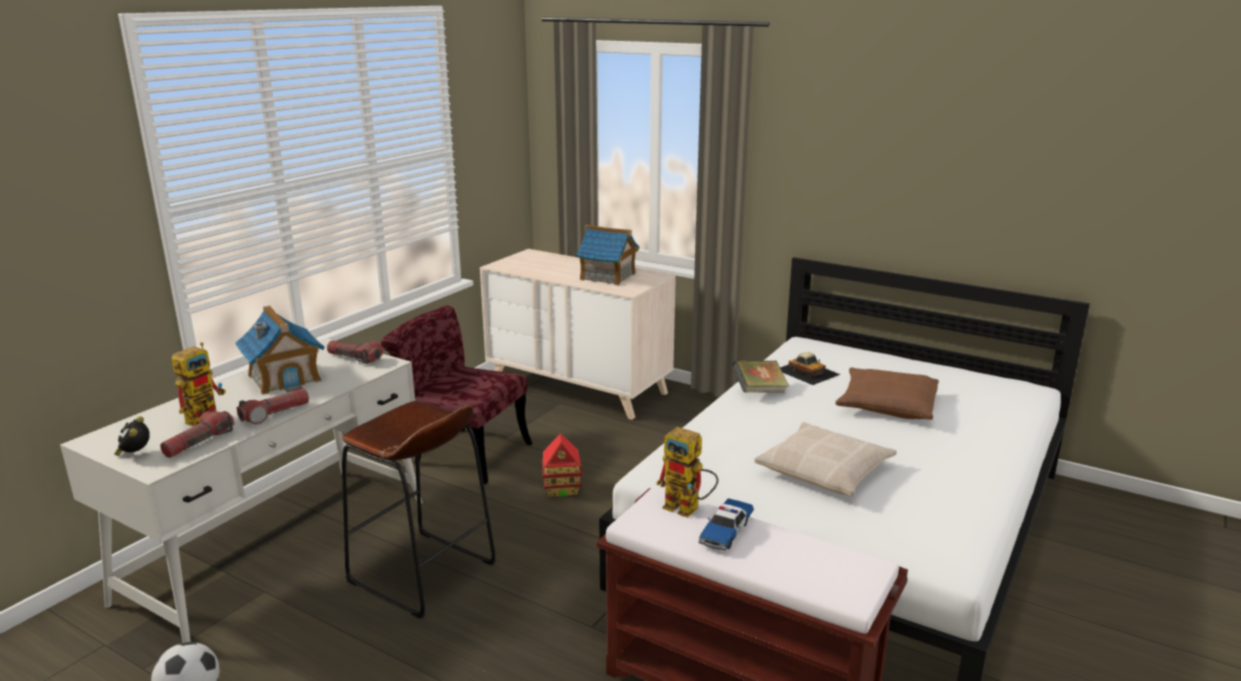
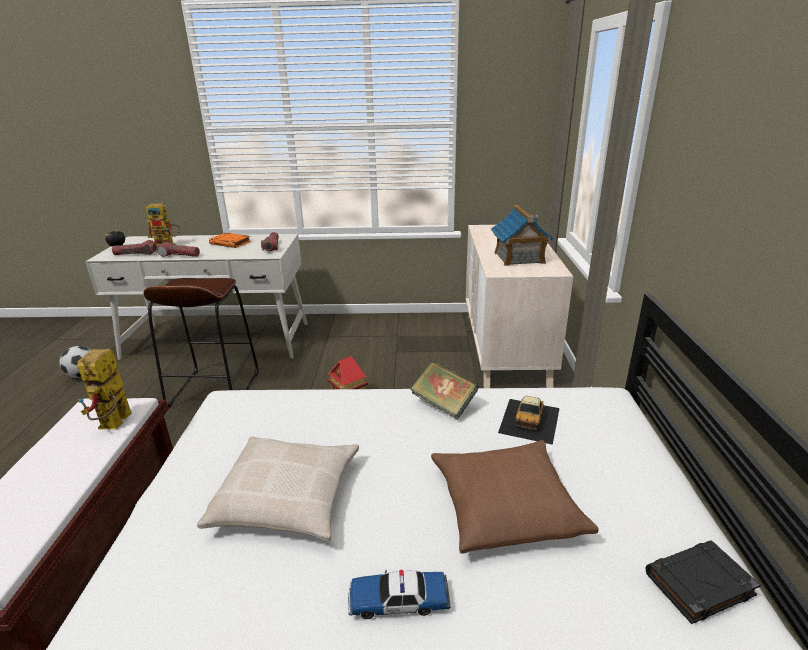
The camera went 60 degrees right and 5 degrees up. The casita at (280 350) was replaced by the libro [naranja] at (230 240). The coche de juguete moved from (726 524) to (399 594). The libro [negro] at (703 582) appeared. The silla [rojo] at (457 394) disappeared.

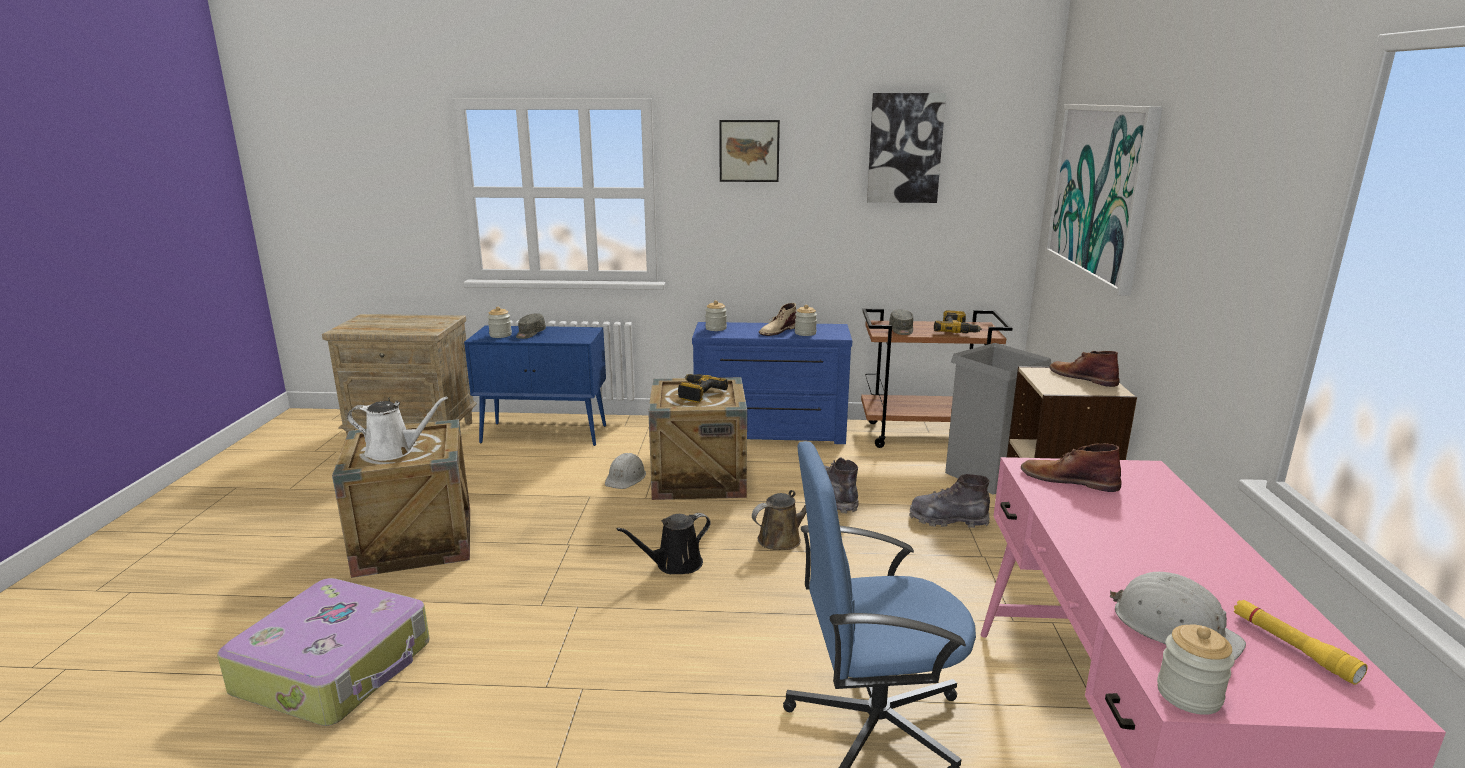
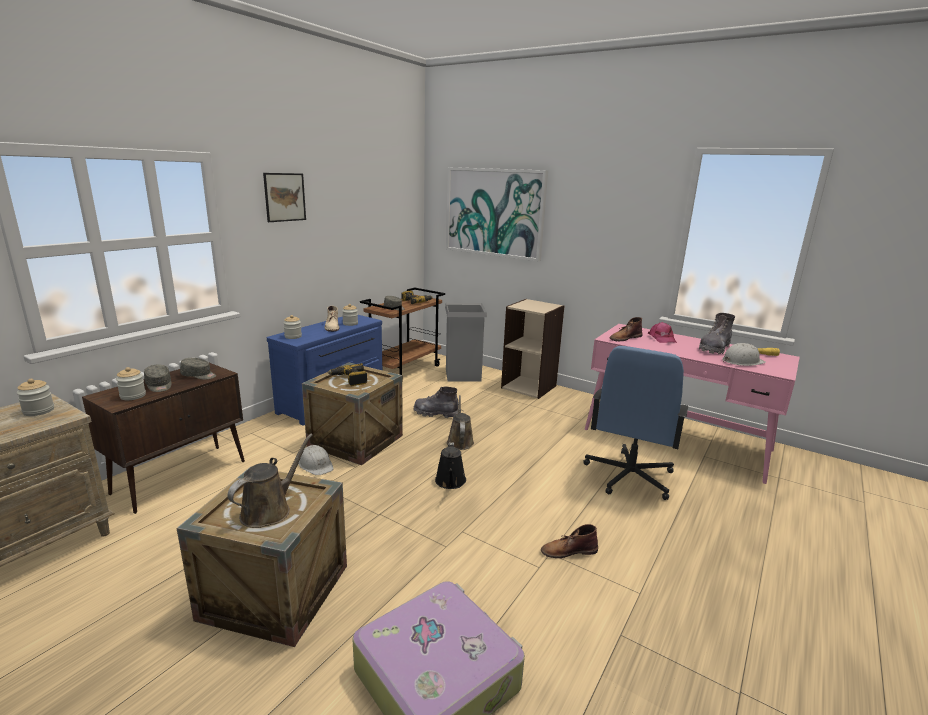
The camera went 60 degrees left and 0 degrees up. The tarro moved from (1196 669) to (35 397). The armario [azul] at (535 386) became the armario [marrón] at (163 438). The gorra [gris] at (198 369) appeared. The regadera [blanco] at (397 428) became the regadera [marrón] at (270 481). The bota [marrón] moved from (1084 369) to (569 541). The gorra [rosa] at (662 332) appeared. The bota [gris] moved from (949 501) to (717 333). The cuadro at (906 148) disappeared.

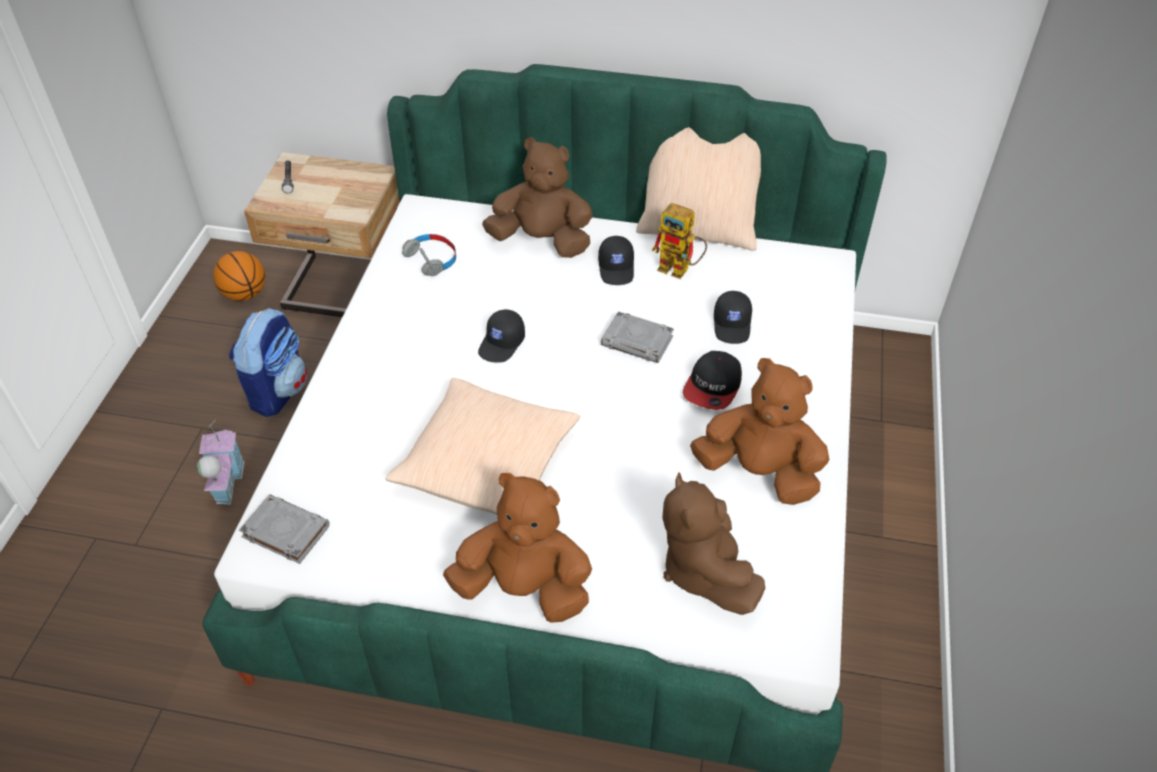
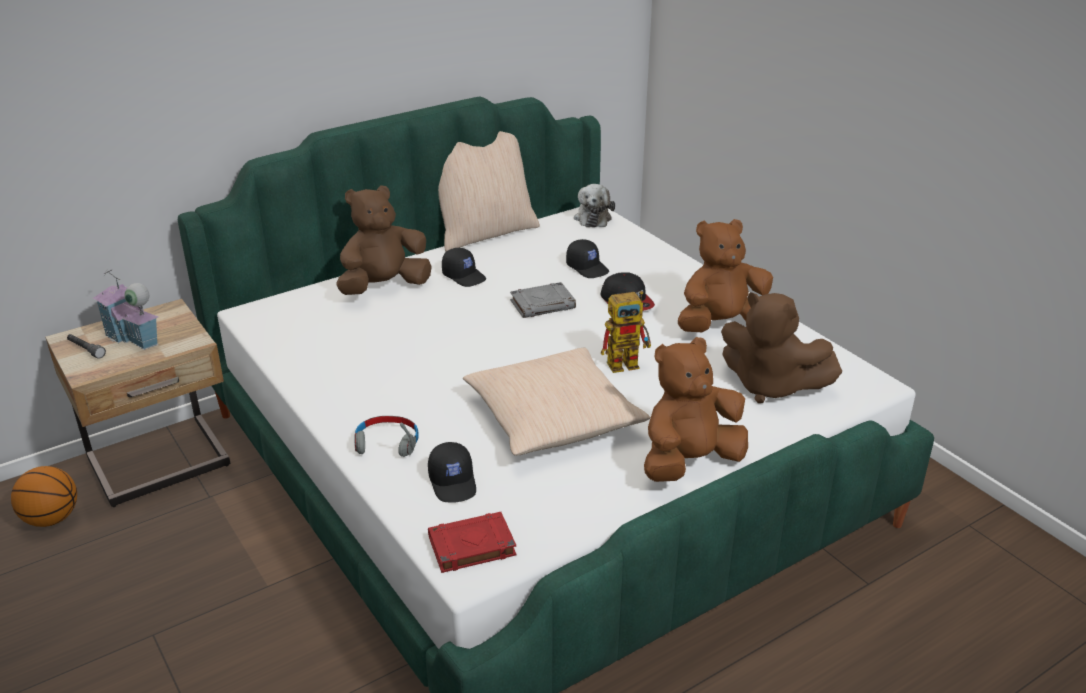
The camera went 45 degrees left and 15 degrees down. The casita moved from (220 463) to (125 309). The auriculares [gris] moved from (429 255) to (386 436). The gorra [negro] moved from (501 336) to (452 472). The libro [gris] at (284 529) became the libro [rojo] at (472 542). The peluche at (594 205) appeared. The robot de juguete moved from (679 241) to (626 332). The mochila at (268 362) disappeared.

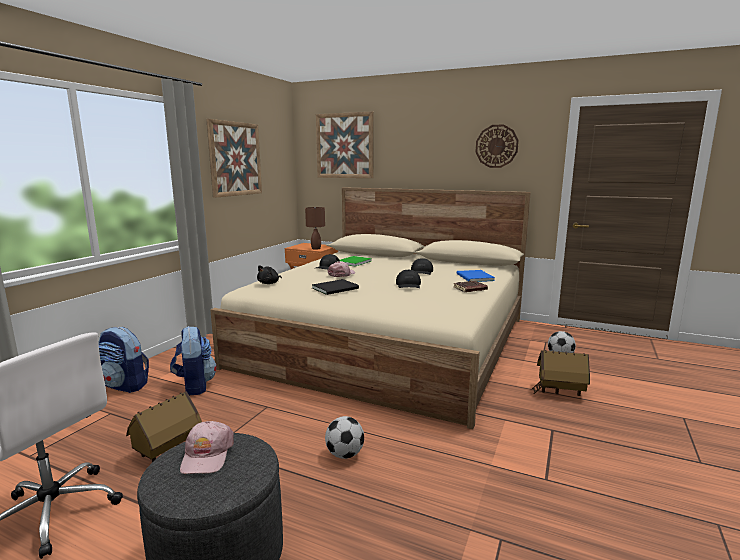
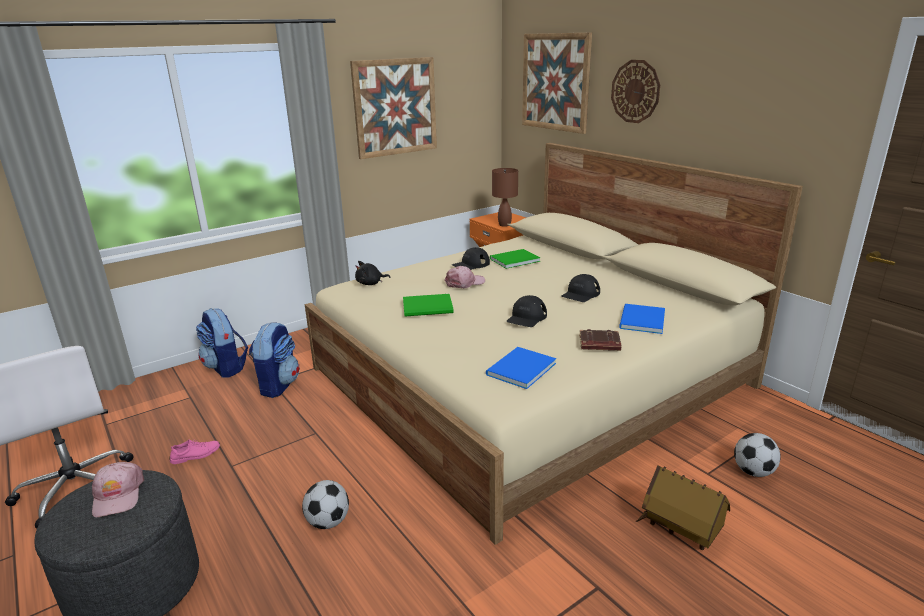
The camera went 30 degrees right and 10 degrees up. The gorra [rosa] at (207 447) turned 45 degrees counterclockwise. The casita at (164 426) was replaced by the zapato [rosa] at (194 452). The libro [negro] at (335 287) became the libro [verde] at (428 305). The libro [azul] at (521 368) appeared. The reloj de pared moved from (497 146) to (635 91).

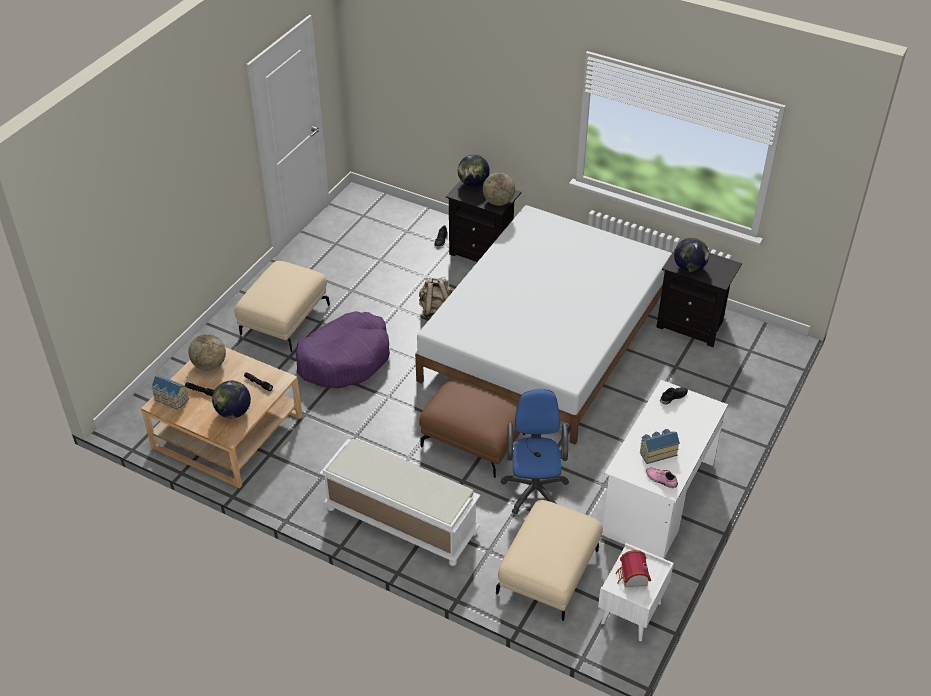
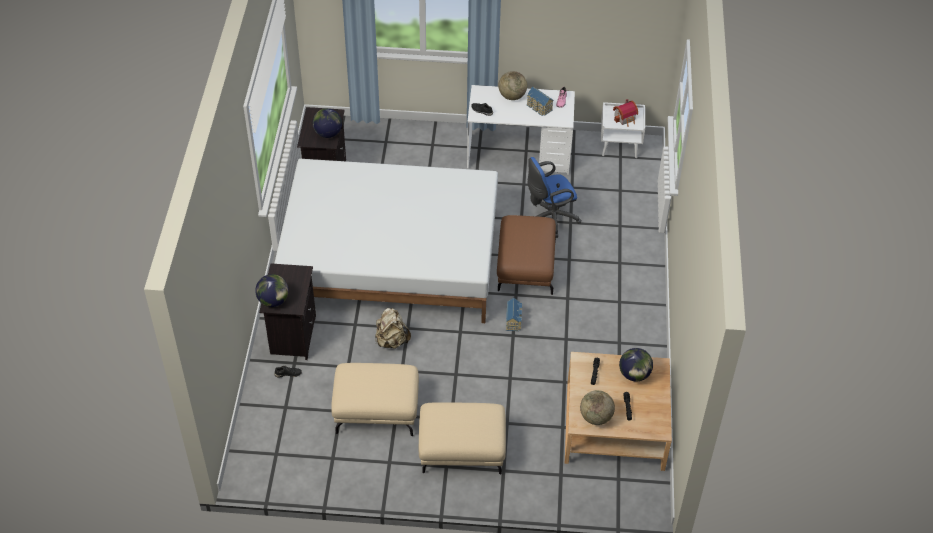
The camera went 115 degrees left and 5 degrees up. The puf [beis] moved from (549 560) to (375 399). The globo terráqueo moved from (499 189) to (512 85). The casita moved from (170 392) to (514 314). The cama para perro [morado] at (343 349) disappeared. The banco [blanco] at (400 502) disappeared.

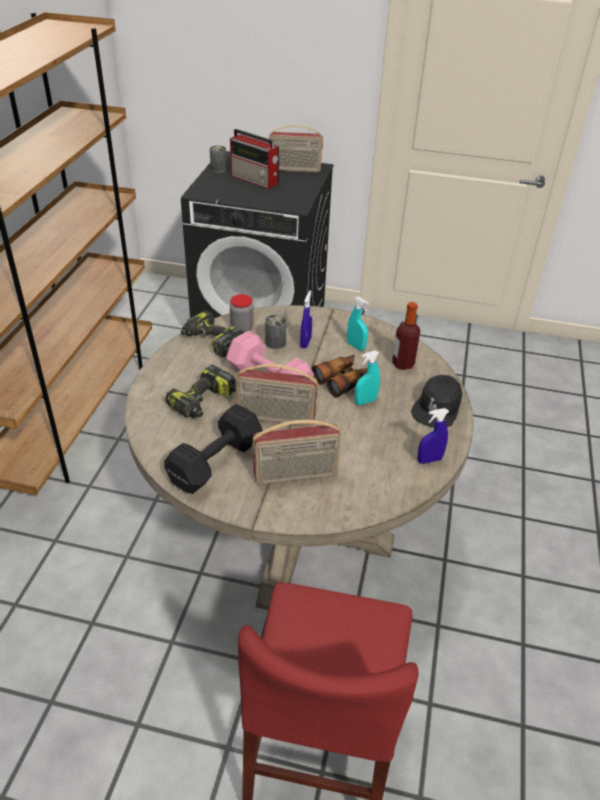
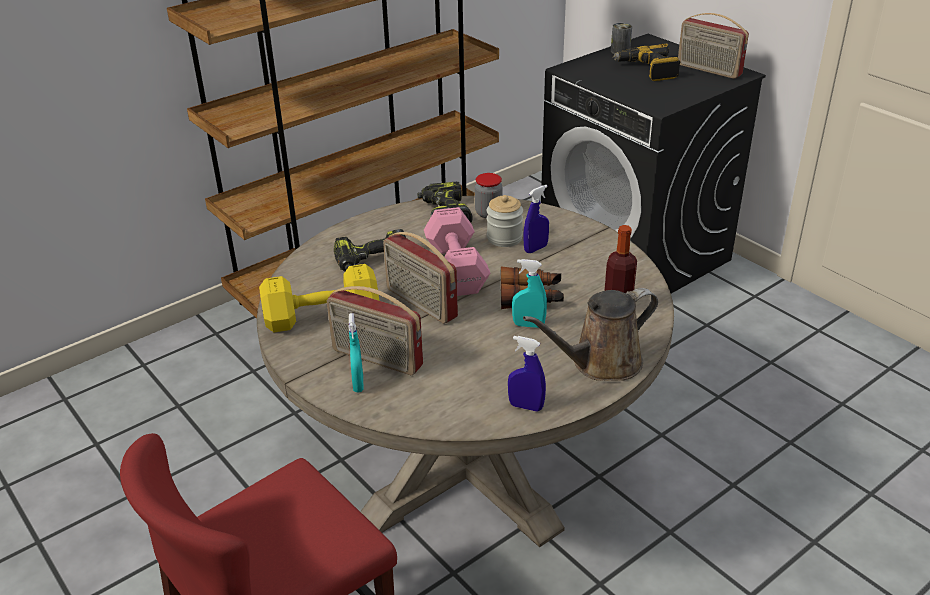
The camera went 40 degrees right and 5 degrees down. The mancuerna [negro] at (213 449) became the mancuerna [amarillo] at (319 298). The pulverizador [turquesa] moved from (358 324) to (356 352). The lata at (275 331) was replaced by the tarro at (505 221). The gorra [negro] at (436 401) was replaced by the regadera [marrón] at (590 334). The radio at (254 159) was replaced by the taladro at (646 62).

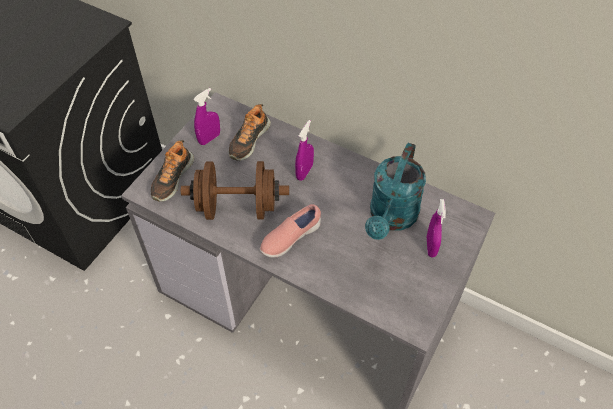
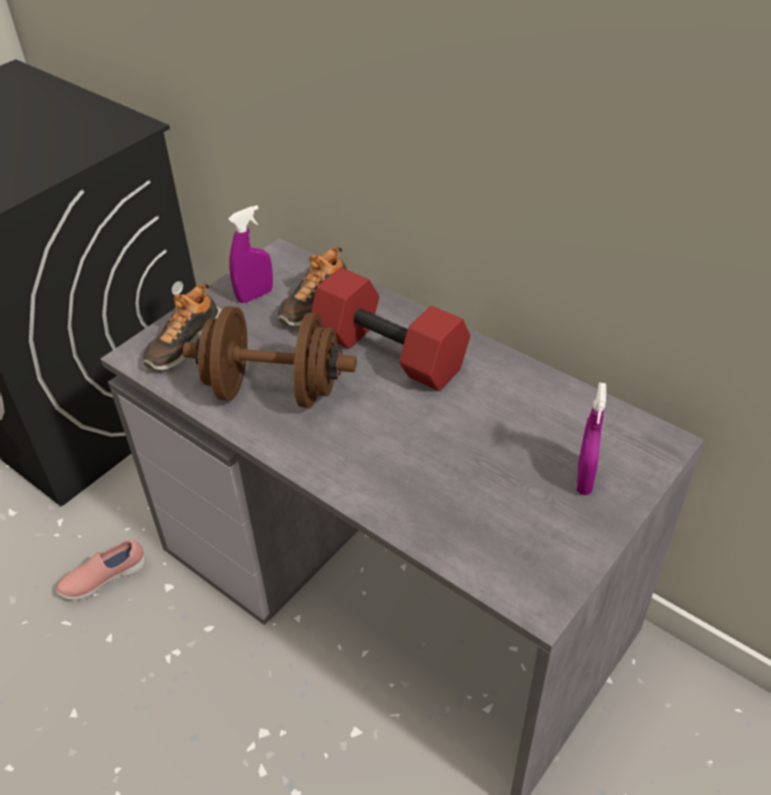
The camera went 10 degrees right and 10 degrees down. The zapato [rosa] moved from (290 231) to (101 570). The pulverizador [morado] at (304 150) was replaced by the mancuerna [rojo] at (390 329). The regadera [turquesa] at (395 191) disappeared.

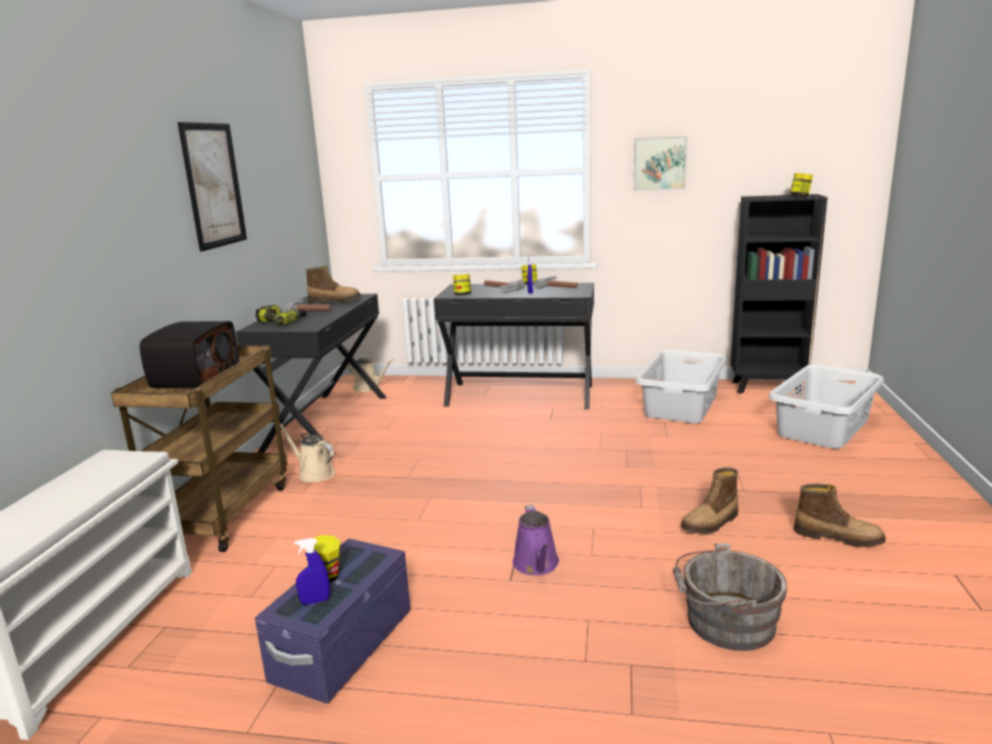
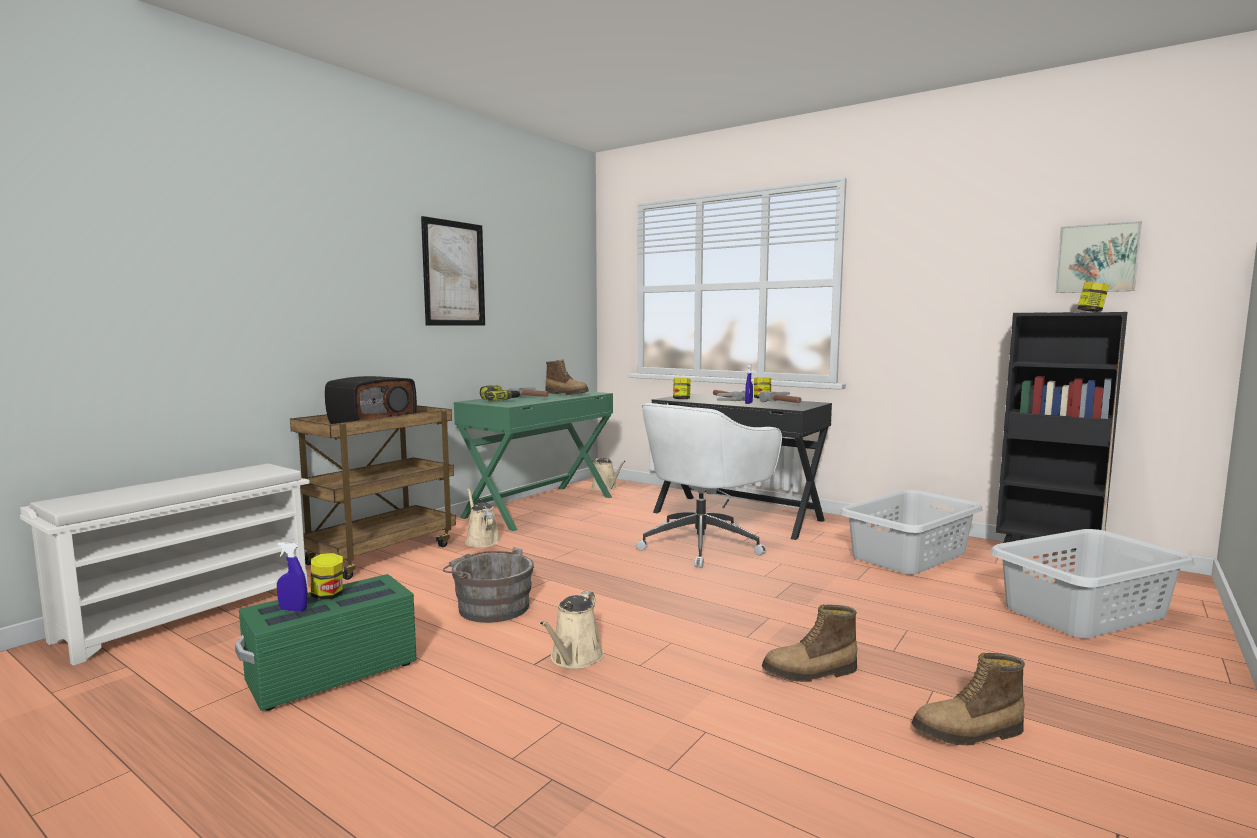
The camera went 25 degrees right and 10 degrees down. The caja de almacenaje [morado] at (332 621) became the caja de almacenaje [verde] at (326 642). The cubo [gris] moved from (730 597) to (488 585). The escritorio [negro] at (311 374) became the escritorio [verde] at (533 461). The regadera [morado] at (536 540) became the regadera [beis] at (572 630). The silla de oficina [blanco] at (709 485) appeared. The bota at (840 515) turned 120 degrees clockwise. The cuadro moved from (660 163) to (1098 257).

